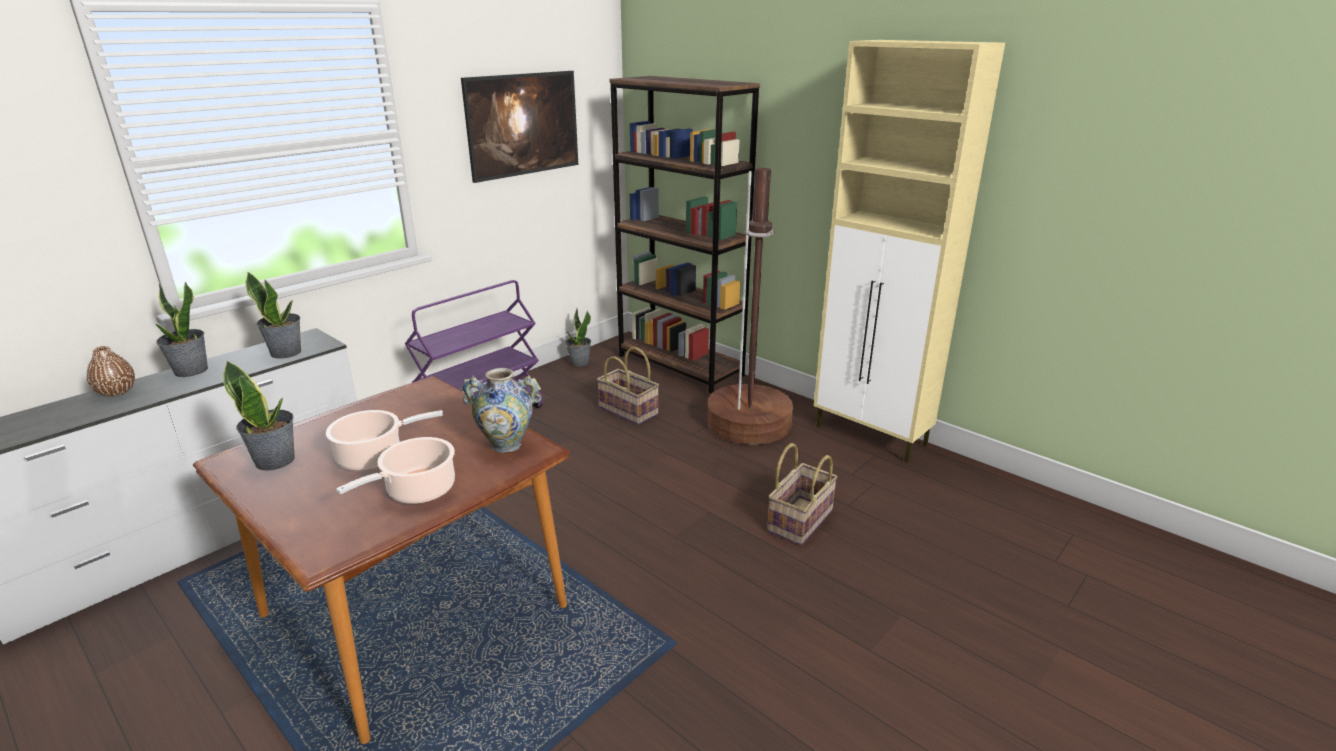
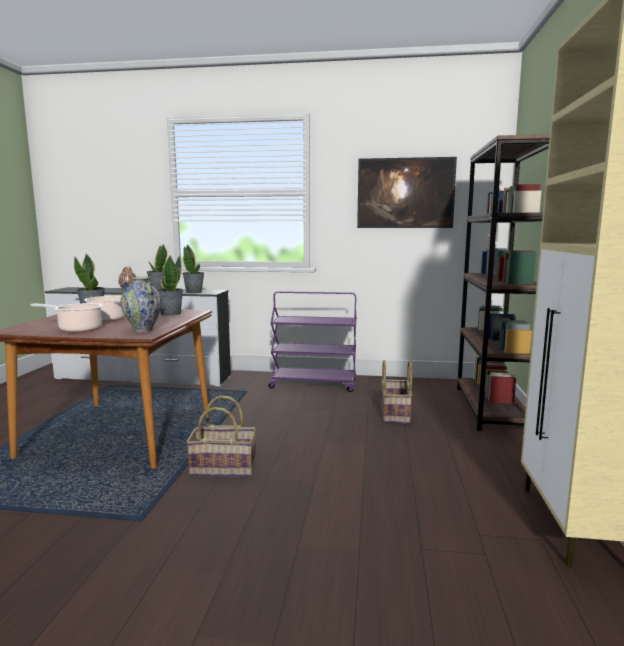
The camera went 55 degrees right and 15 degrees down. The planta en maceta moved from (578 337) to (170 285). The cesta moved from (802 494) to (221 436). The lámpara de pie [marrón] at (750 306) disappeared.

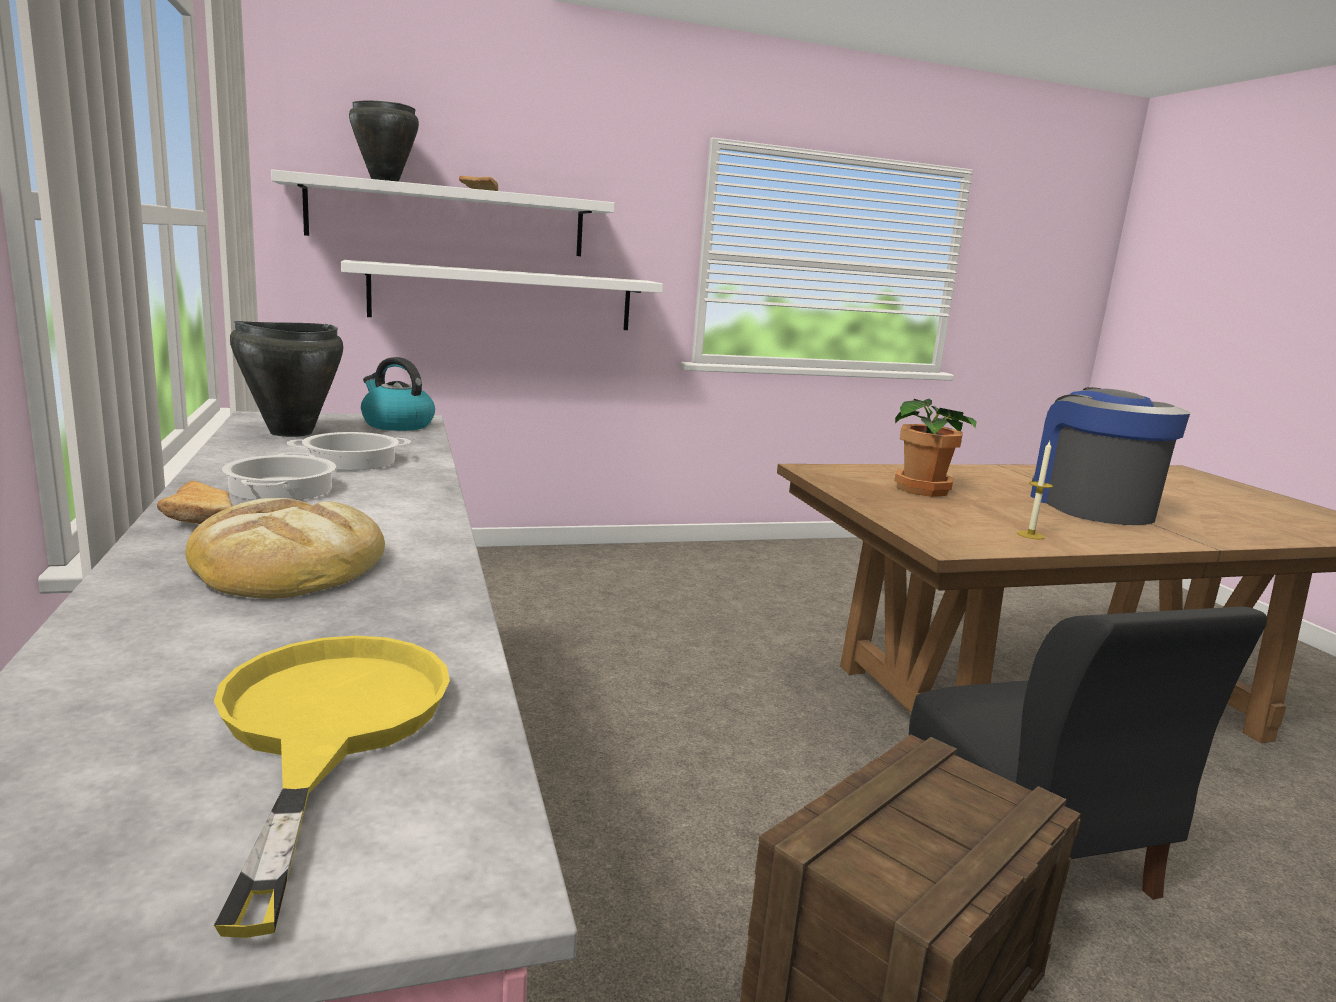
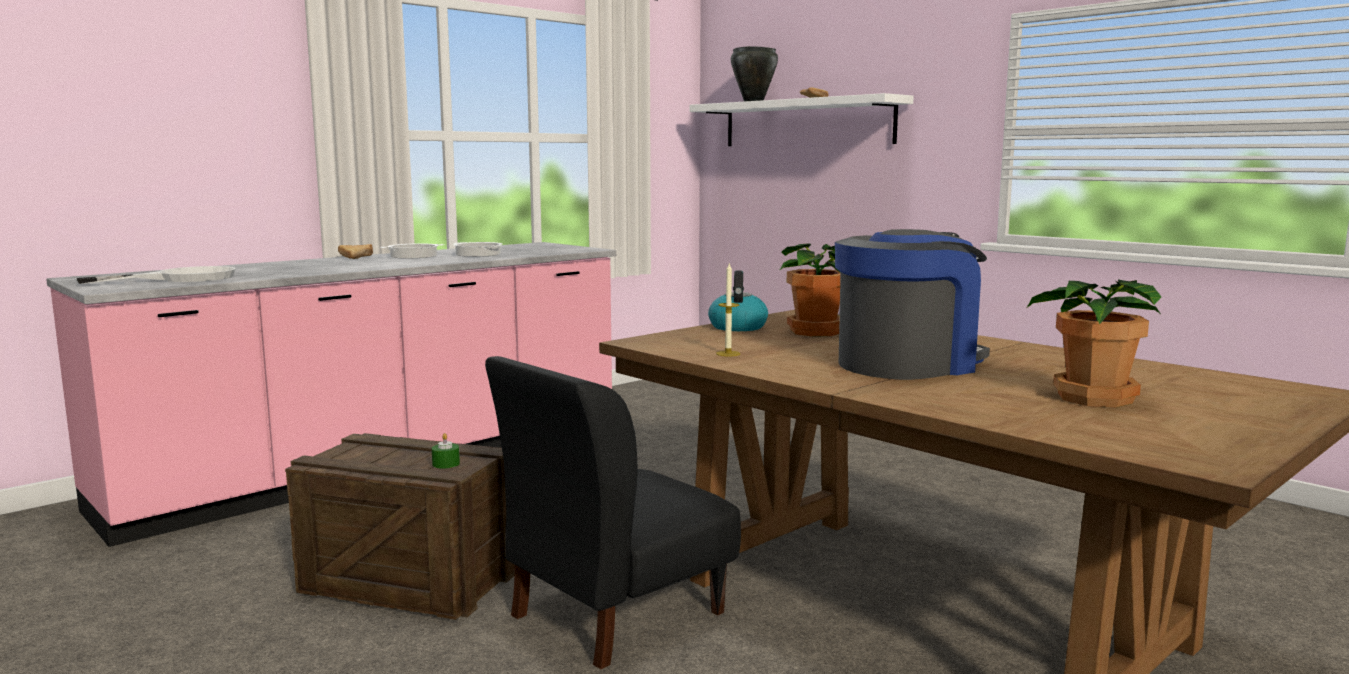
The camera went 65 degrees right and 5 degrees down. The sartén [amarillo] at (332 787) became the sartén [blanco] at (155 275). The vela [verde] at (446 451) appeared. The hervidor moved from (398 394) to (738 301). The planta en maceta at (1094 343) appeared. The pan at (285 548) disappeared. The olla [negro] at (286 379) disappeared. The estante [blanco] at (502 295) disappeared.

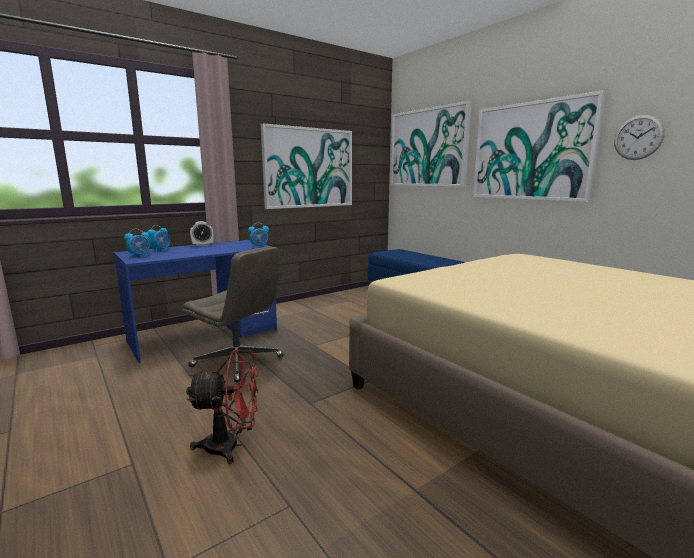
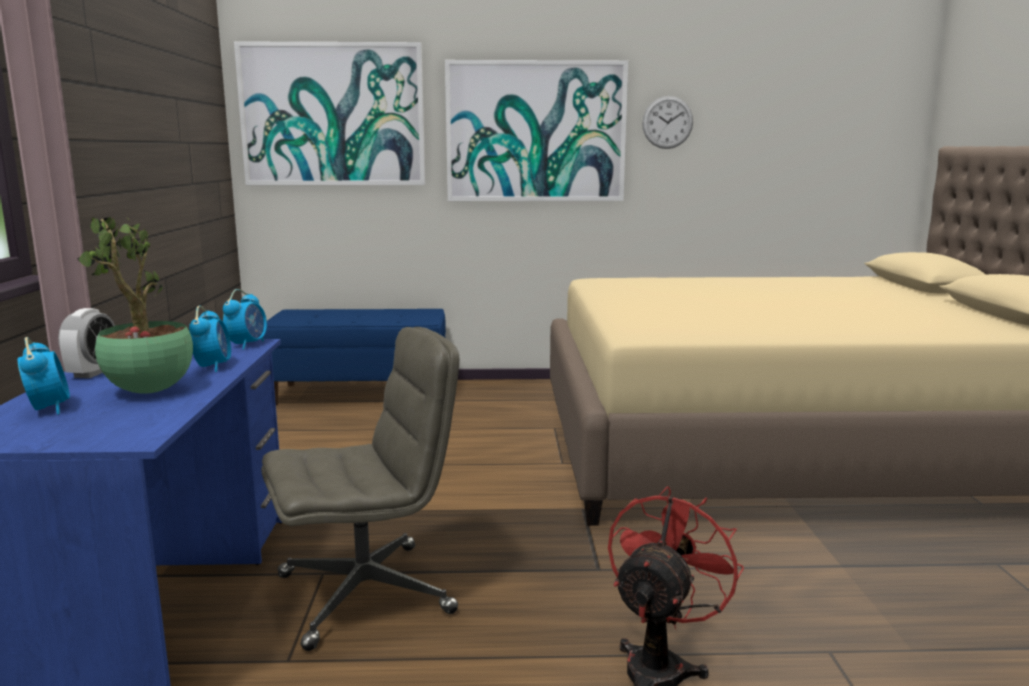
The camera went 55 degrees left and 0 degrees up. The planta en maceta at (135 305) appeared. The despertador moved from (137 243) to (210 338). The cuadro at (306 166) disappeared.

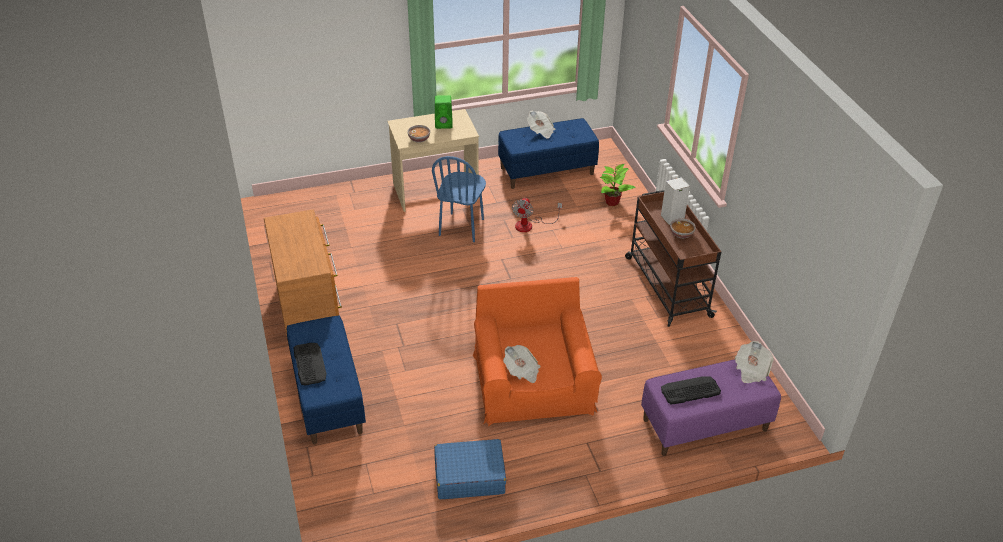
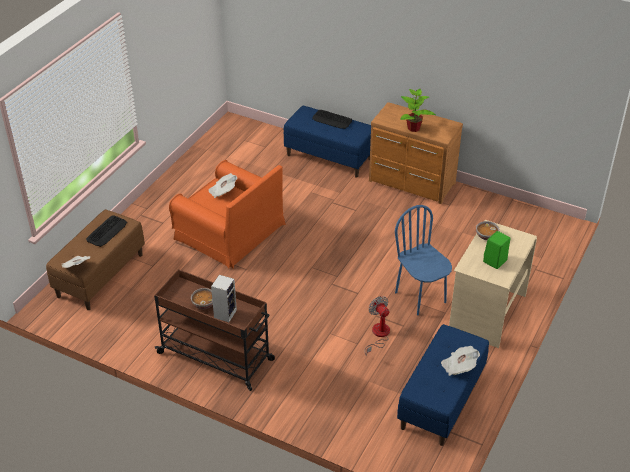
The camera went 135 degrees right and 0 degrees up. The banco [morado] at (711 407) became the banco [marrón] at (95 259). The planta en maceta moved from (617 185) to (418 110). The maleta [azul] at (470 469) disappeared.

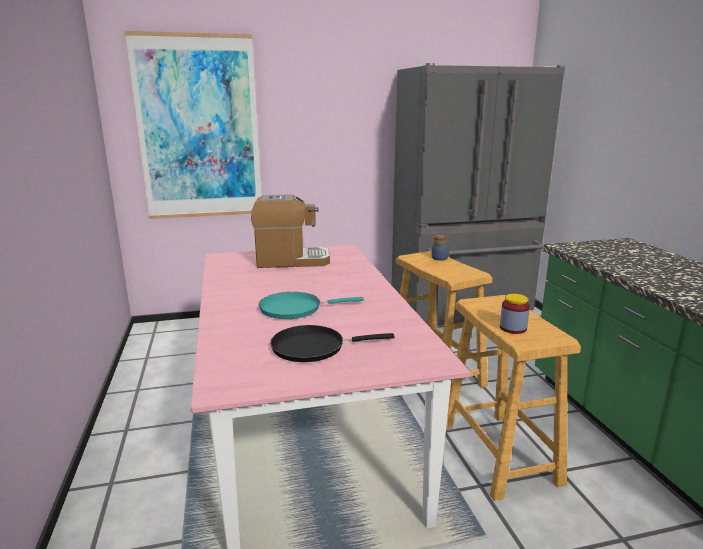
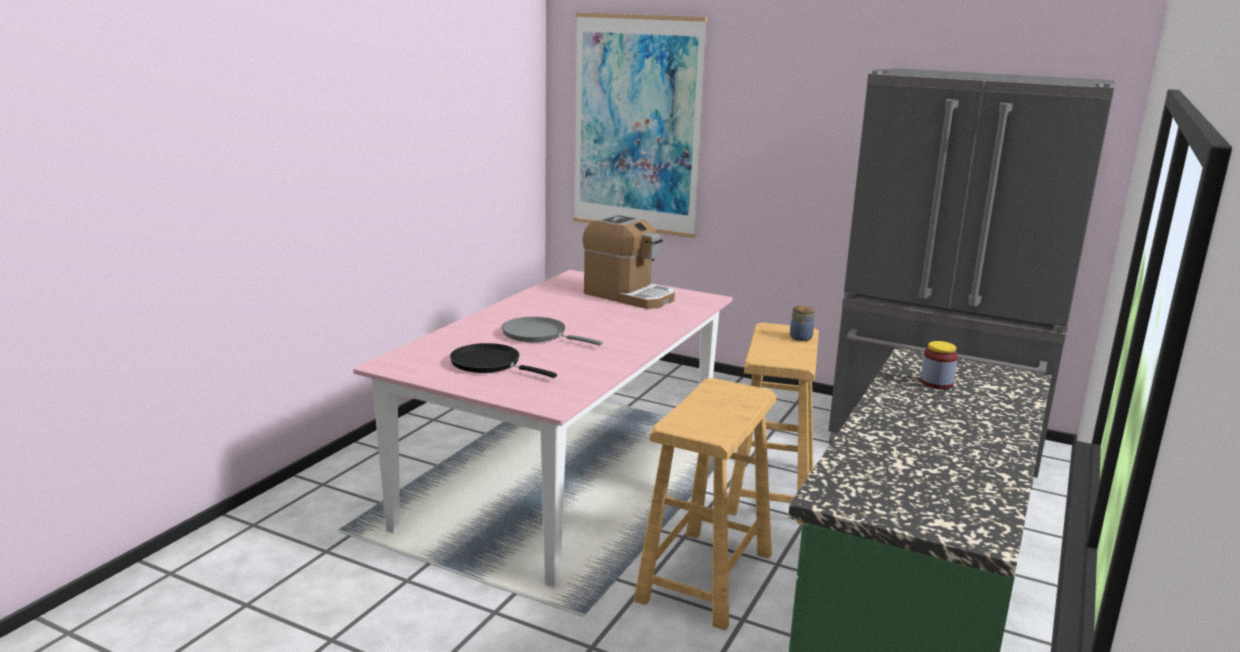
The camera went 40 degrees right and 0 degrees up. The sartén [turquesa] at (311 305) became the sartén [gris] at (552 331). The tarro moved from (515 314) to (939 365).

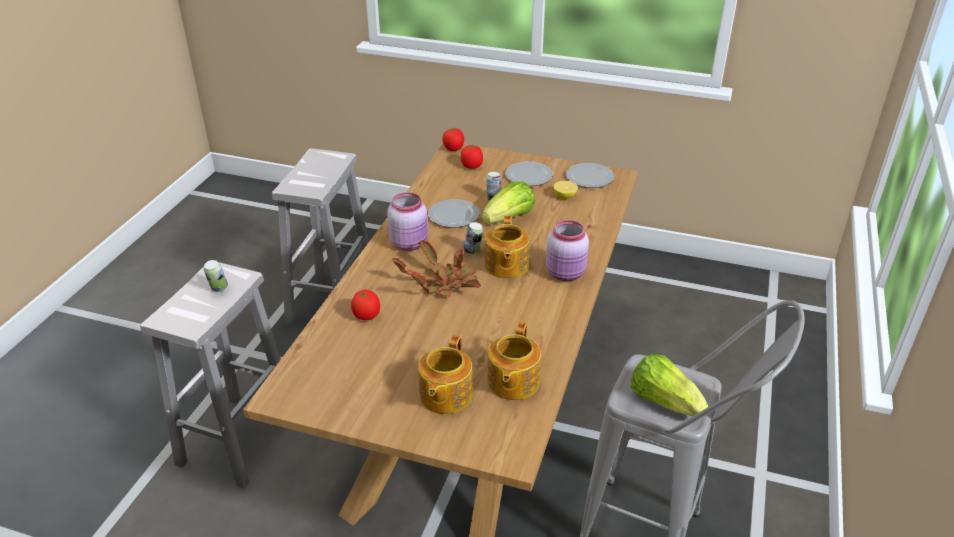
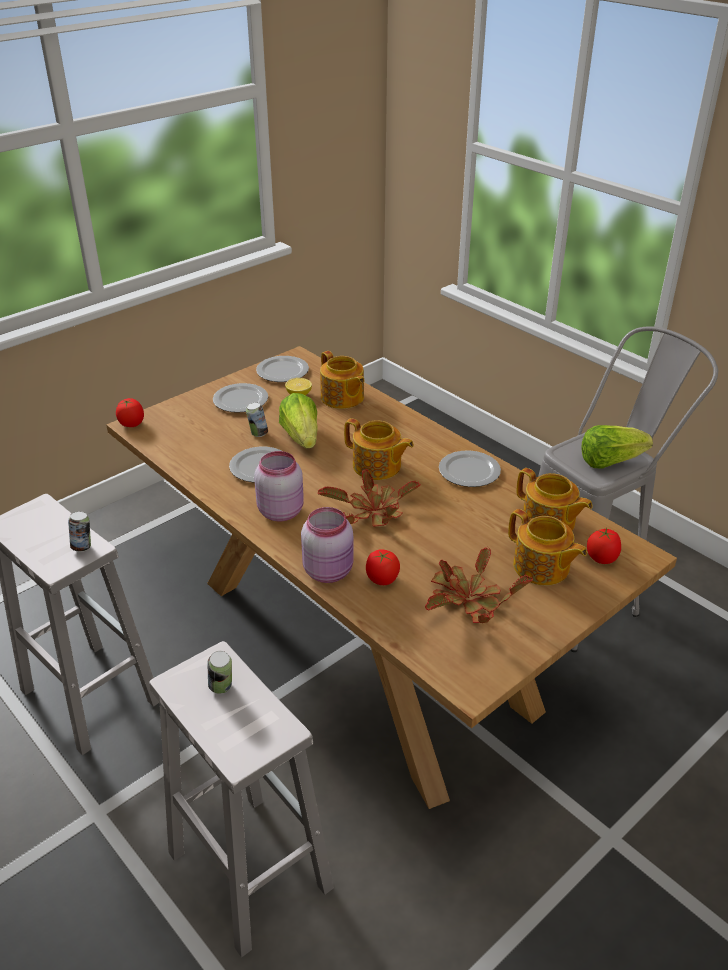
The camera went 60 degrees left and 0 degrees up. The lata moved from (473 238) to (79 531). The tarro [rosa] moved from (567 250) to (327 545). The tetera at (342 380) appeared. The planta en maceta at (479 585) appeared. The plato at (470 468) appeared. The tomate moved from (472 157) to (604 546).

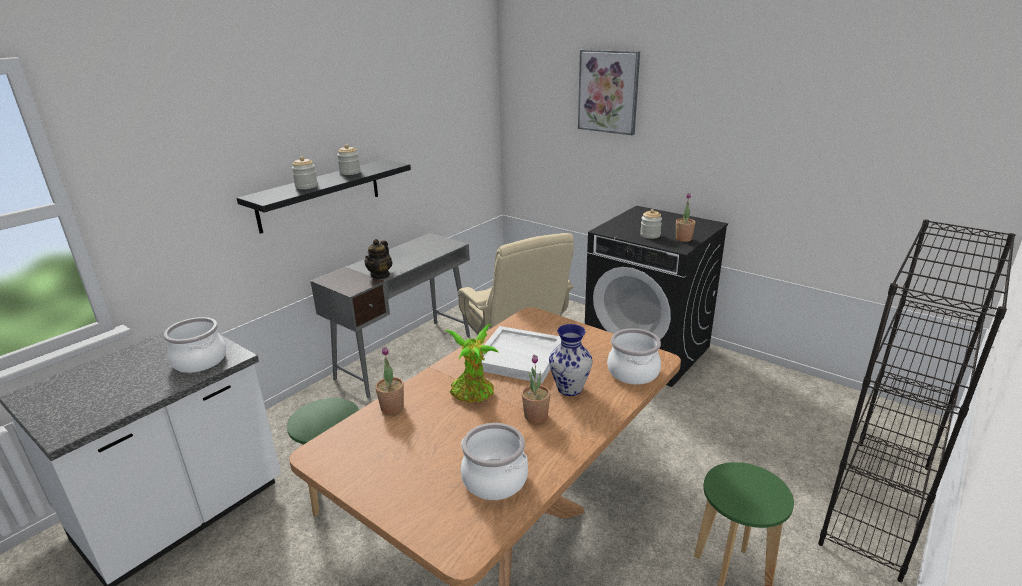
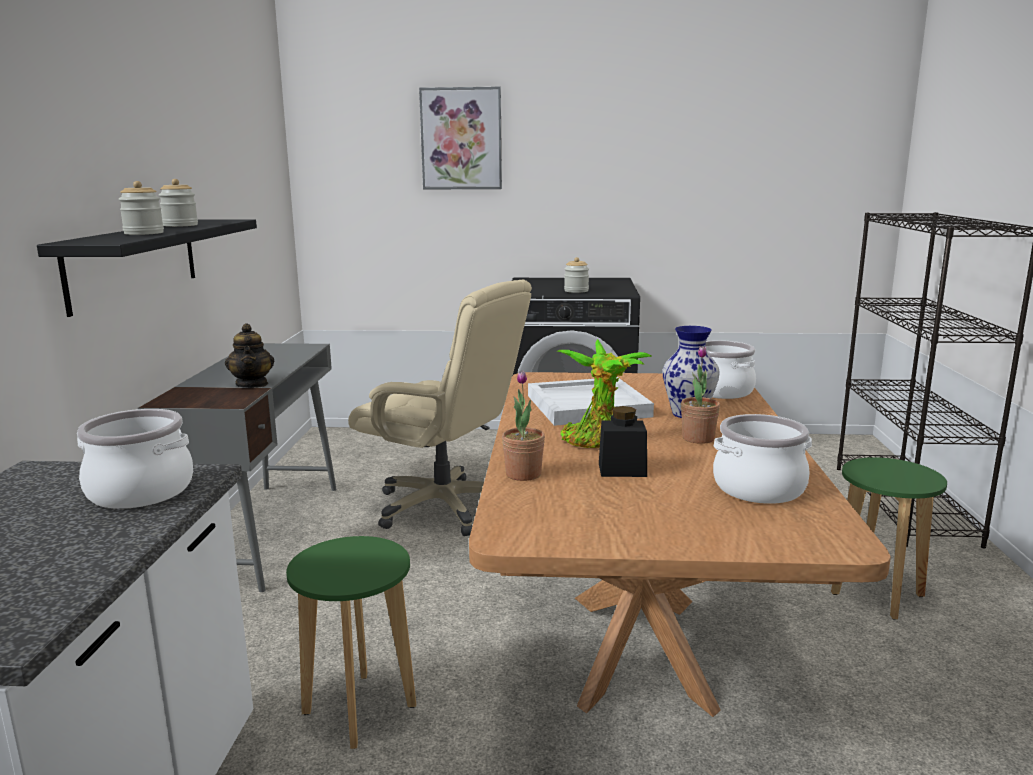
The camera went 35 degrees left and 10 degrees down. The tarro [negro] at (623 441) appeared. The planta en maceta at (685 217) disappeared.

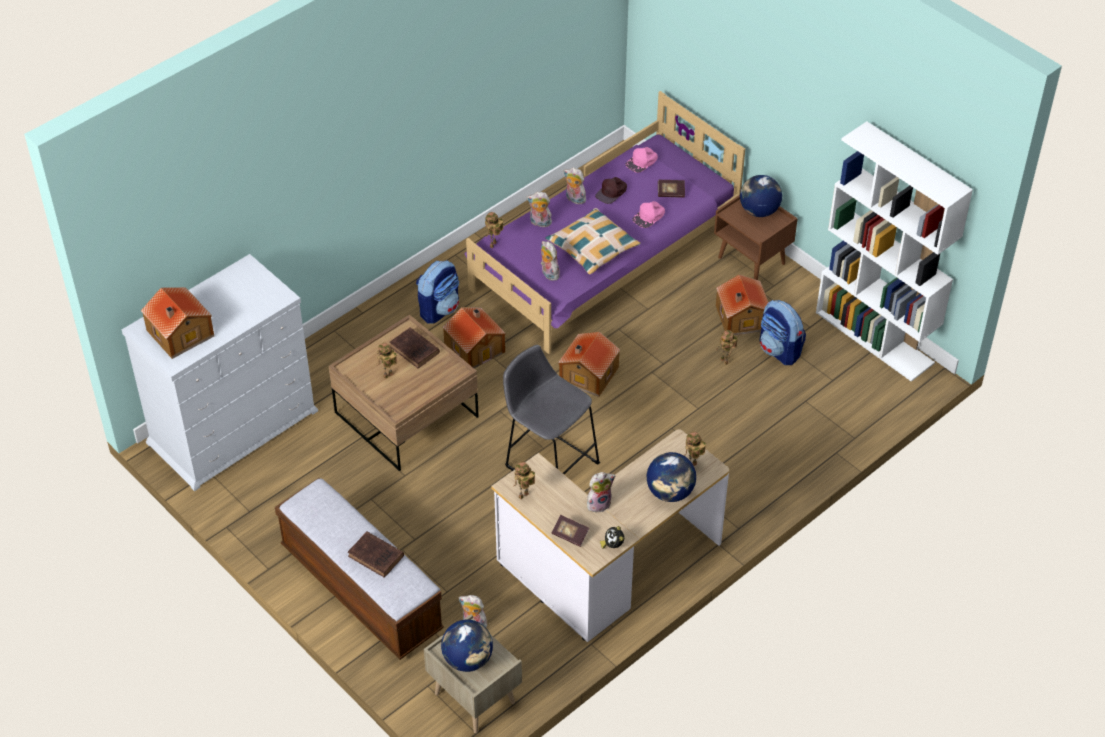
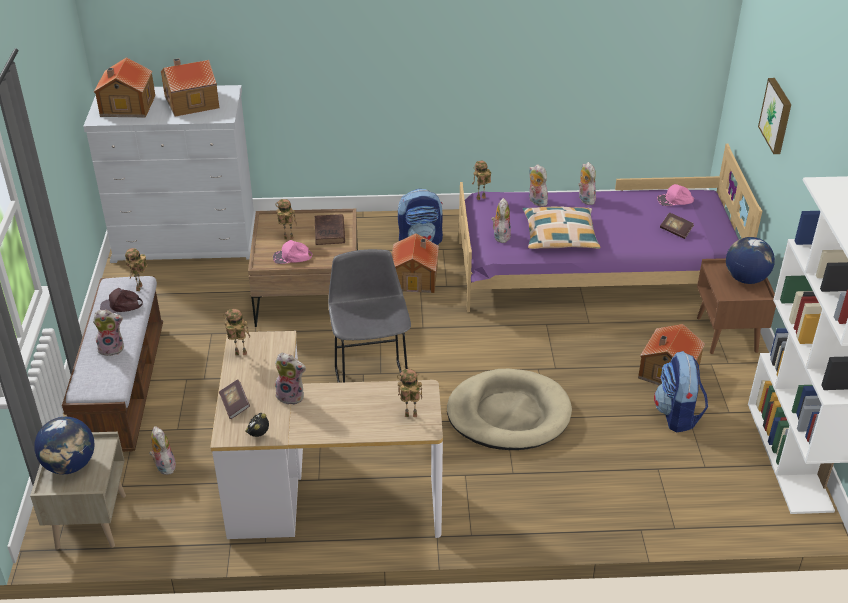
The camera went 40 degrees right and 10 degrees down. The libro [marrón] at (376 554) was replaced by the peluche at (108 333). The gorra [marrón] moved from (611 190) to (121 300). The robot de juguete moved from (727 347) to (136 269). The casita moved from (589 364) to (190 87). The gorra [rosa] moved from (648 214) to (292 252). The cama para perro [beis] at (509 409) appeared. The cuadro at (775 116) appeared. The globo terráqueo at (671 477) disappeared.

